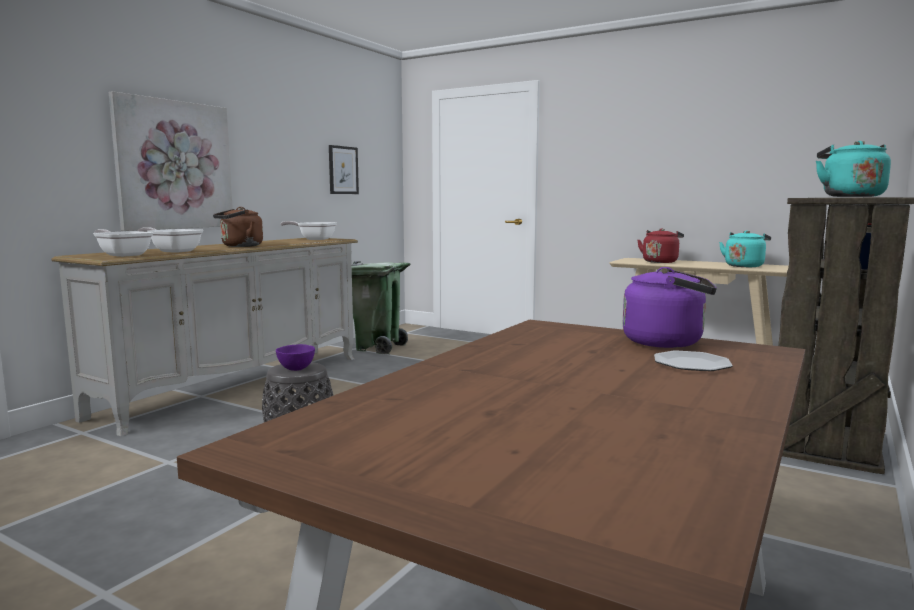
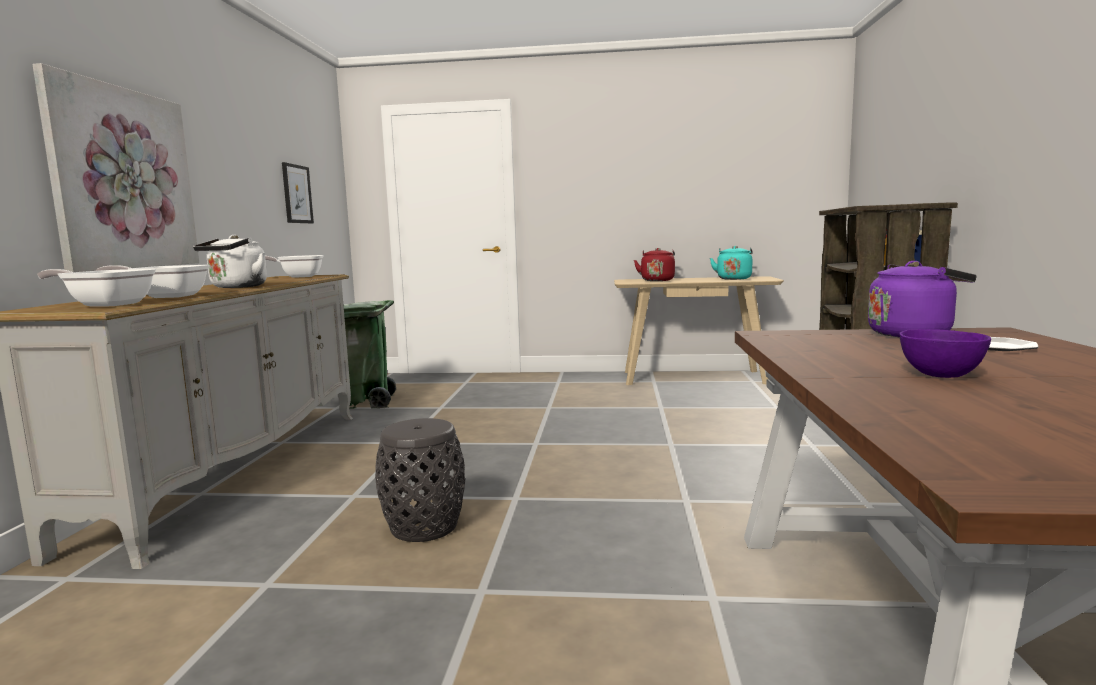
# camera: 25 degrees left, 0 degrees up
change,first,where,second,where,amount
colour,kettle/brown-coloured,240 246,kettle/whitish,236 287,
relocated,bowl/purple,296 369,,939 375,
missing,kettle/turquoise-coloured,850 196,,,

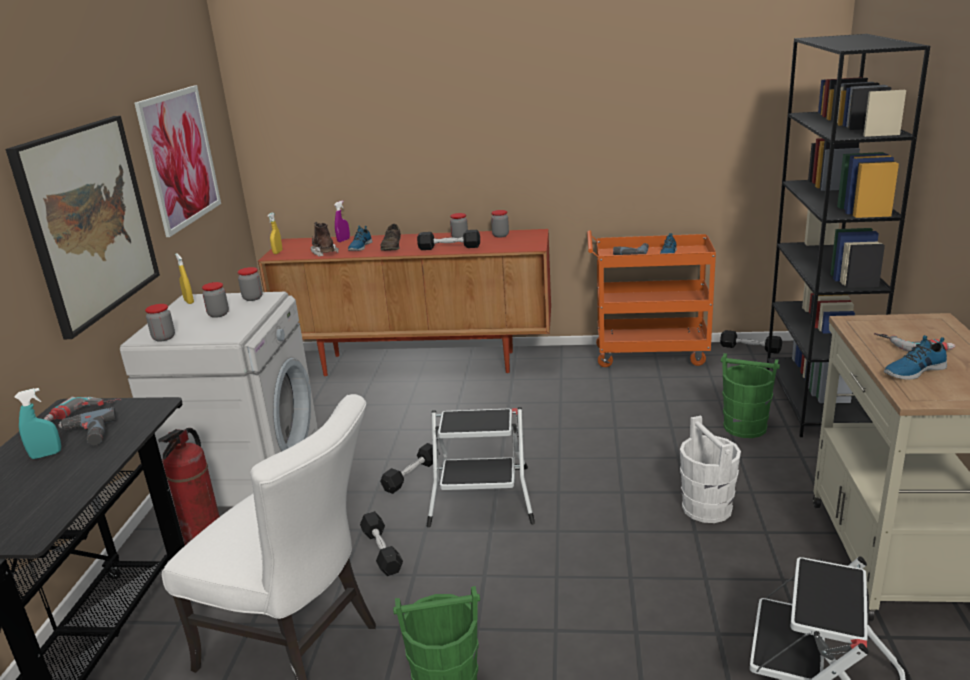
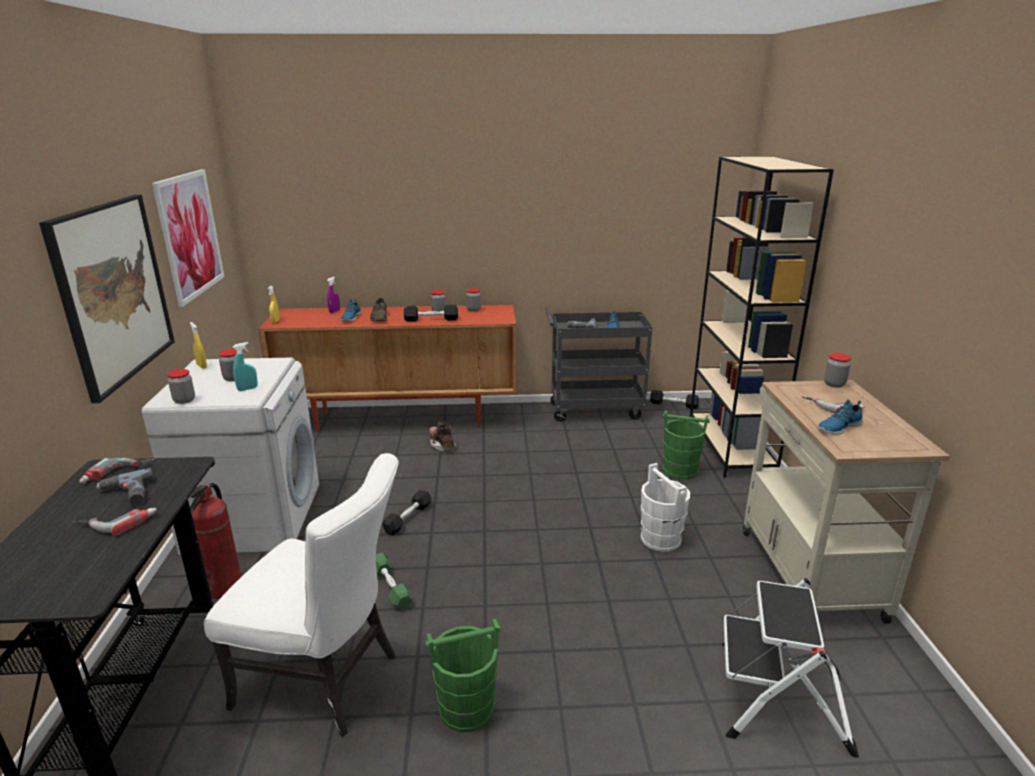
# camera: 10 degrees left, 0 degrees up
change,first,where,second,where,amount
relocated,hand sprayer/turquoise-coloured,46 455,,247 389,
relocated,jar,252 298,,834 384,
relocated,high-top boot/brown-coloured,324 251,,441 444,
colour,free weight/blackish,382 551,free weight/green-coloured,391 588,
missing,step stool,482 497,,,
colour,cart/orange-coloured,647 356,cart/grey,592 412,
colour,bookcase/blackish,816 400,bookcase/beige,731 447,
appeared,,,drill,117 520,

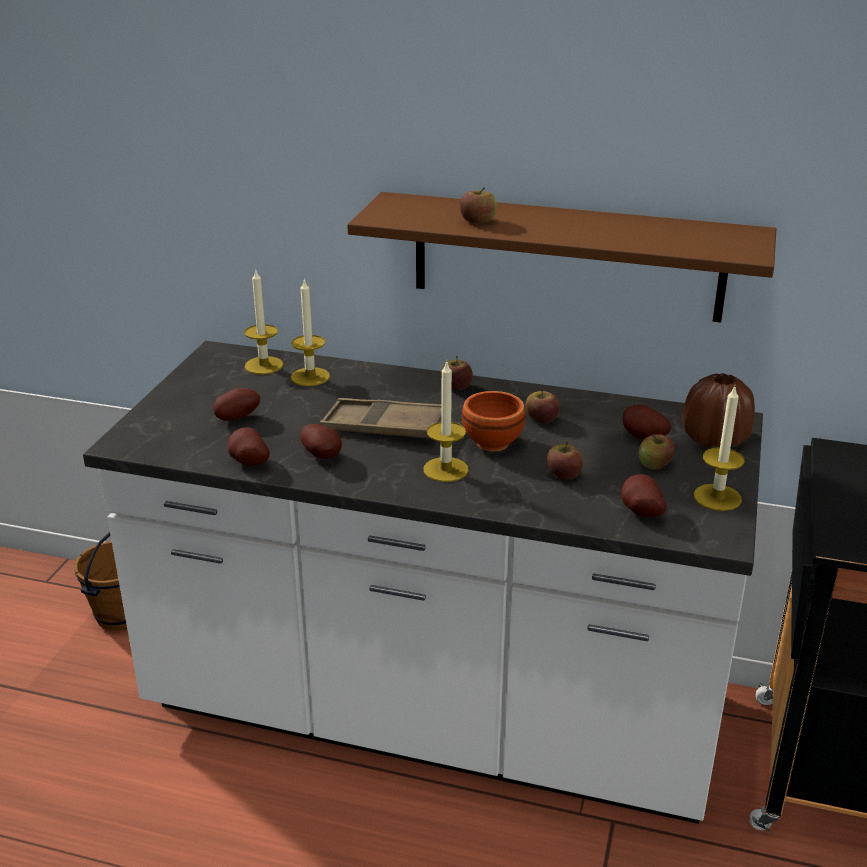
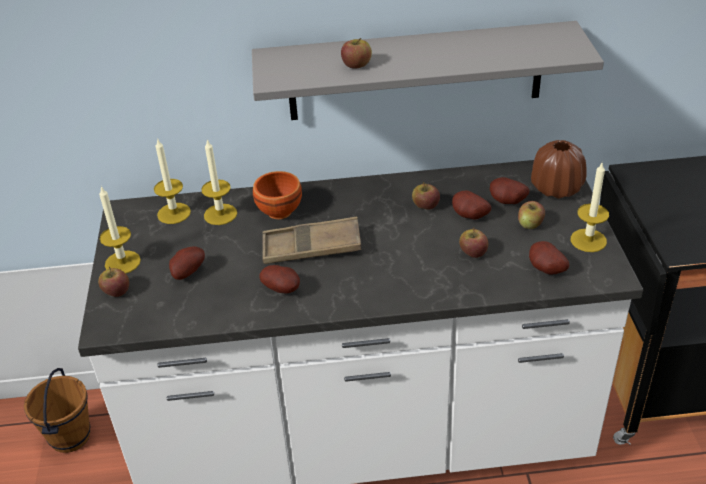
# camera: 20 degrees left, 10 degrees up
change,first,where,second,where,amount
relocated,whole potato,248 463,,469 217,
colour,wall shelf/brown-coloured,567 257,wall shelf/grey,415 71,
relocated,wax candle,446 469,,122 262,
relocated,apple fruit,456 387,,116 292,
relocated,bowl/brown-coloured,494 443,,281 211,

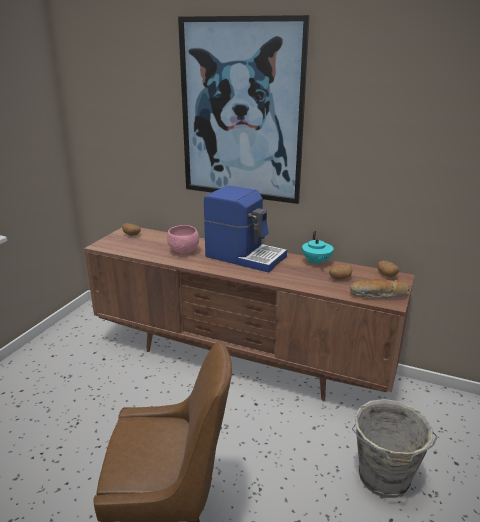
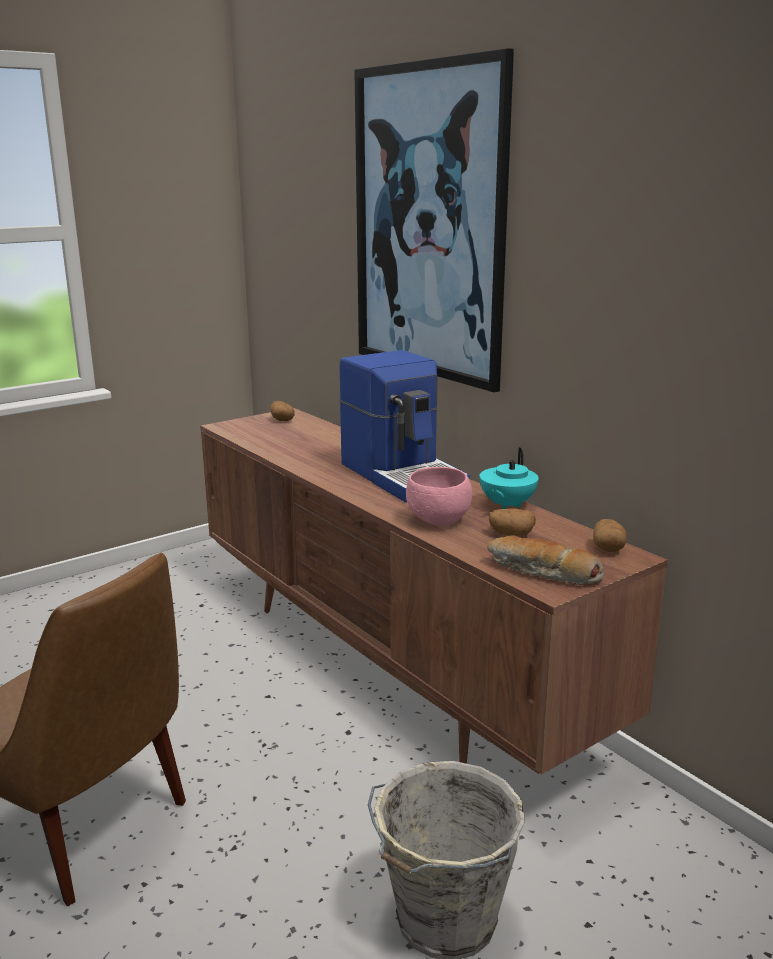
# camera: 30 degrees right, 5 degrees down
change,first,where,second,where,amount
relocated,bowl/pink,184 251,,440 521,

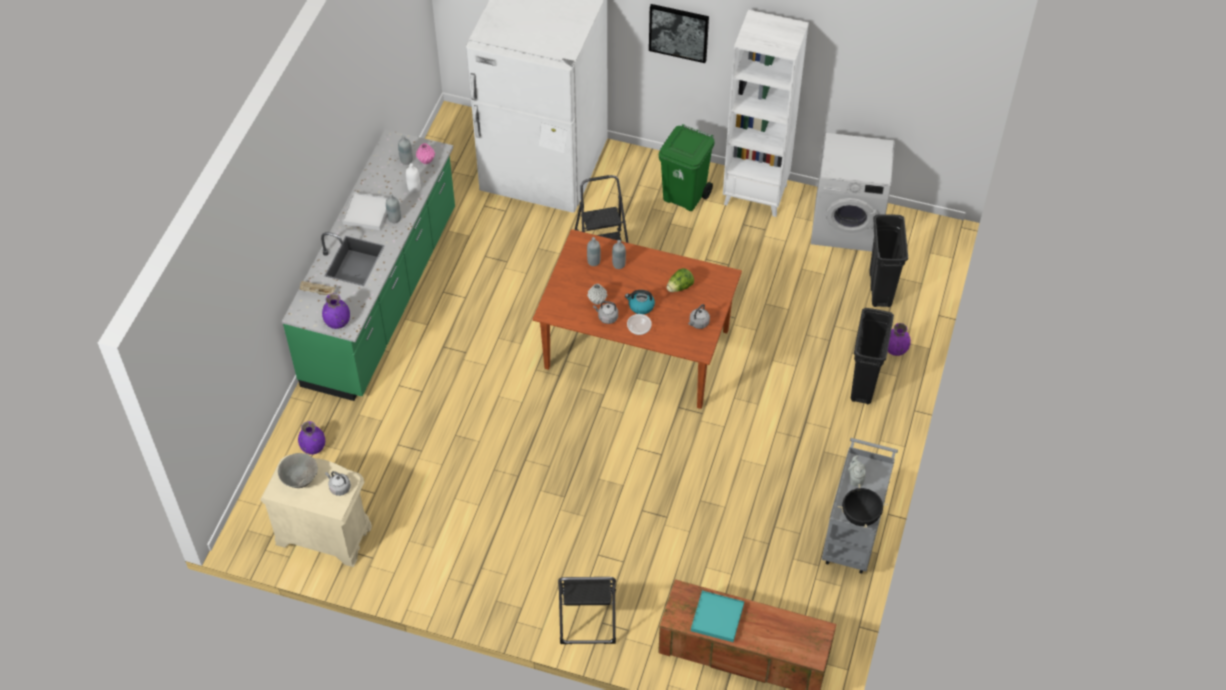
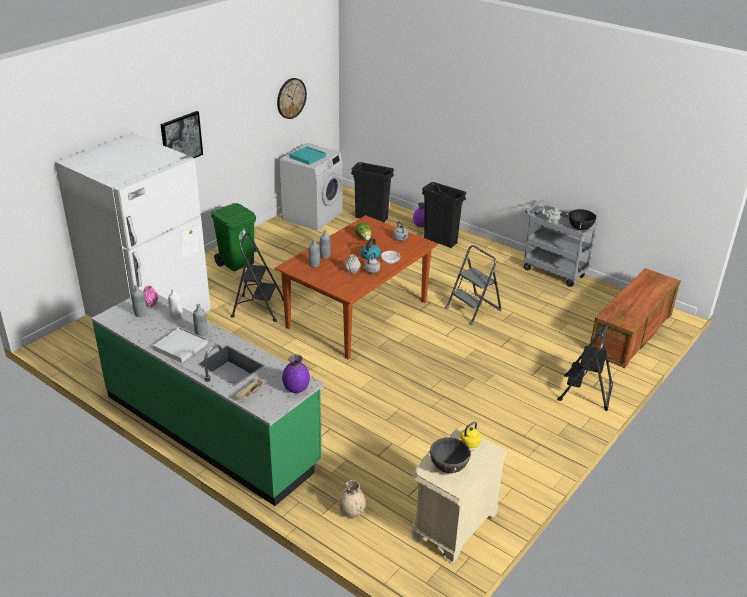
# camera: 70 degrees left, 20 degrees down
change,first,where,second,where,amount
exchanged,bowl/grey,300 479,stockpot/blackish,448 467,
colour,vase/purple,313 447,vase/beige,352 512,
colour,kettle/grey,339 487,kettle/yellow-coloured,468 444,
relocated,carrying tray/turquoise-coloured,717 617,,307 157,
missing,bookcase/whitish,756 194,,,
appeared,,,clock on the wall,291 98,
appeared,,,step stool/grey,475 308,

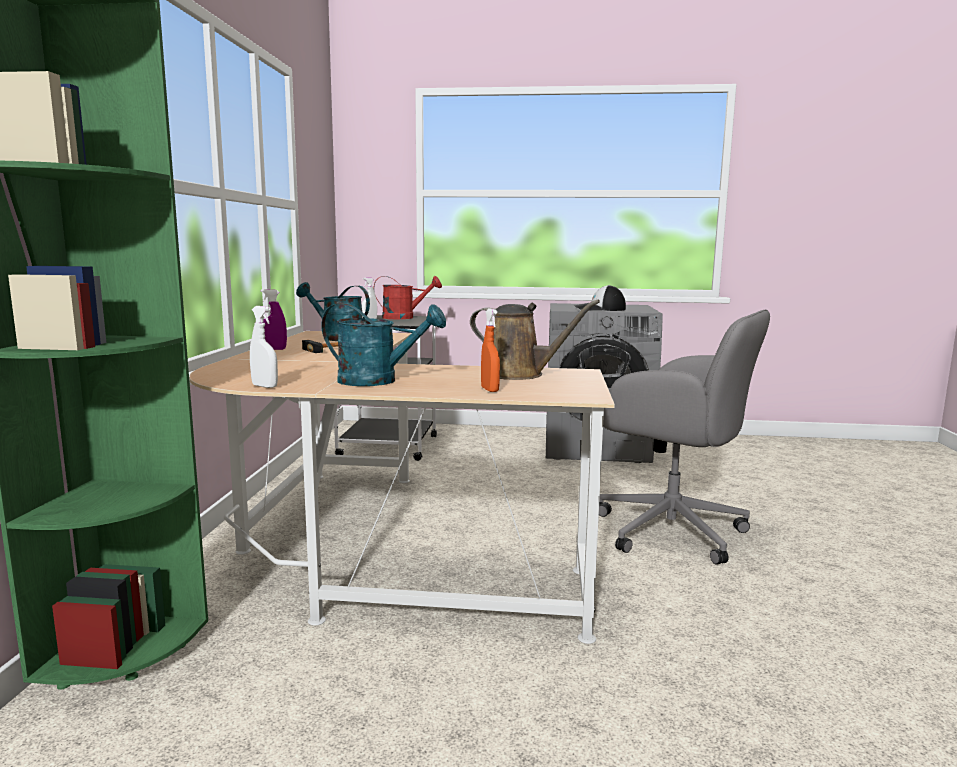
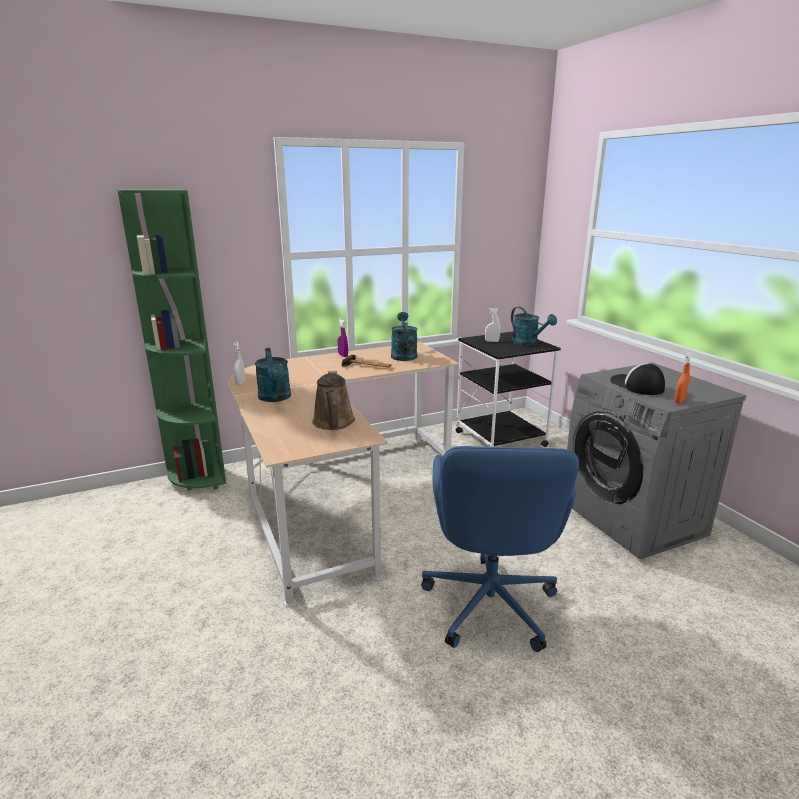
# camera: 60 degrees right, 10 degrees up
change,first,where,second,where,amount
colour,sprinkling can/red-coloured,404 317,sprinkling can/turquoise-coloured,528 343,
relocated,hand sprayer/orange-coloured,489 390,,679 401,
colour,office chair/grey,670 531,office chair/blue,489 604,

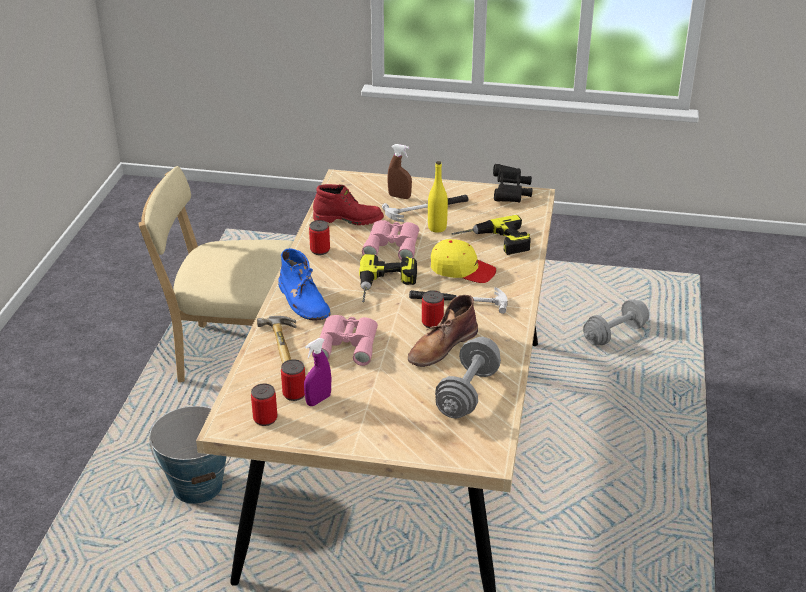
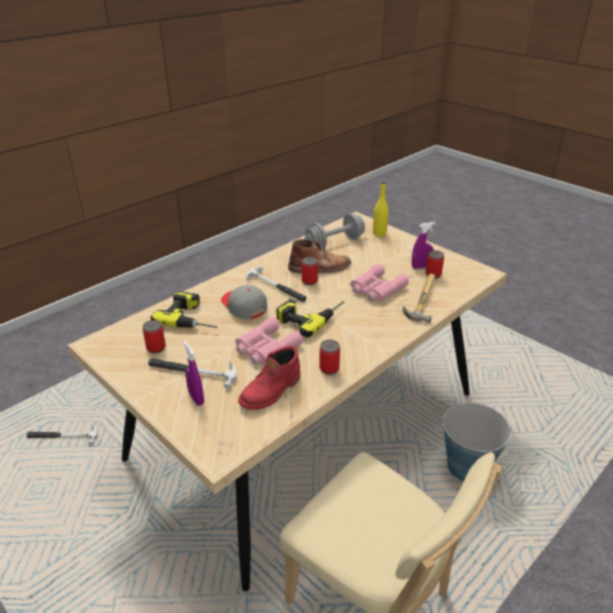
# camera: 145 degrees left, 0 degrees up
change,first,where,second,where,amount
relocated,metal can,265 419,,156 348,
missing,high-top boot/blue,303 300,,,
spun,high-top boot/red-coloured,348 219,,271 392,90 degrees counterclockwise
colour,hand sprayer/brown-coloured,399 196,hand sprayer/purple,196 398,
relocated,beverage bottle/yellow-coloured,437 228,,379 233,
colour,peaked cap/yellow-coloured,462 269,peaked cap/grey,243 306,
missing,binoculars/blackish,511 193,,,
exchanged,free weight/grey,614 334,hammer,63 436,

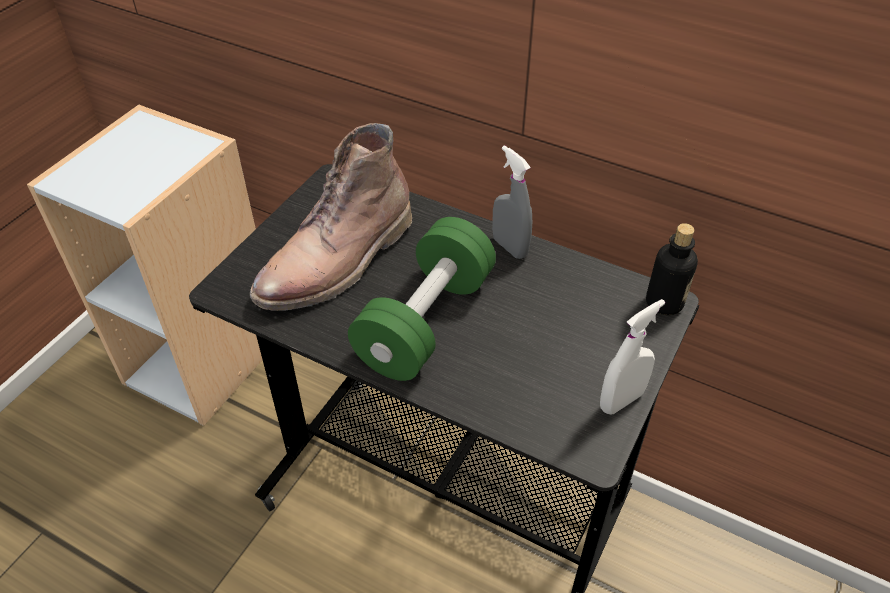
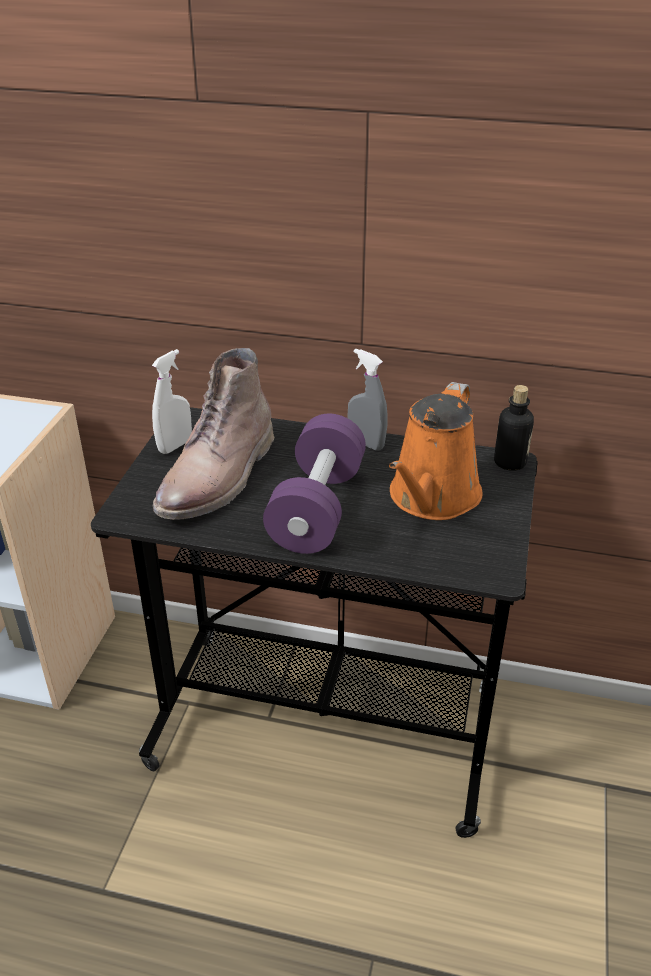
# camera: 15 degrees left, 10 degrees down
change,first,where,second,where,amount
colour,free weight/green-coloured,425 322,free weight/purple,317 508,
relocated,hand sprayer/whitish,621 400,,175 446,
appeared,,,sprinkling can/orange-coloured,432 498,

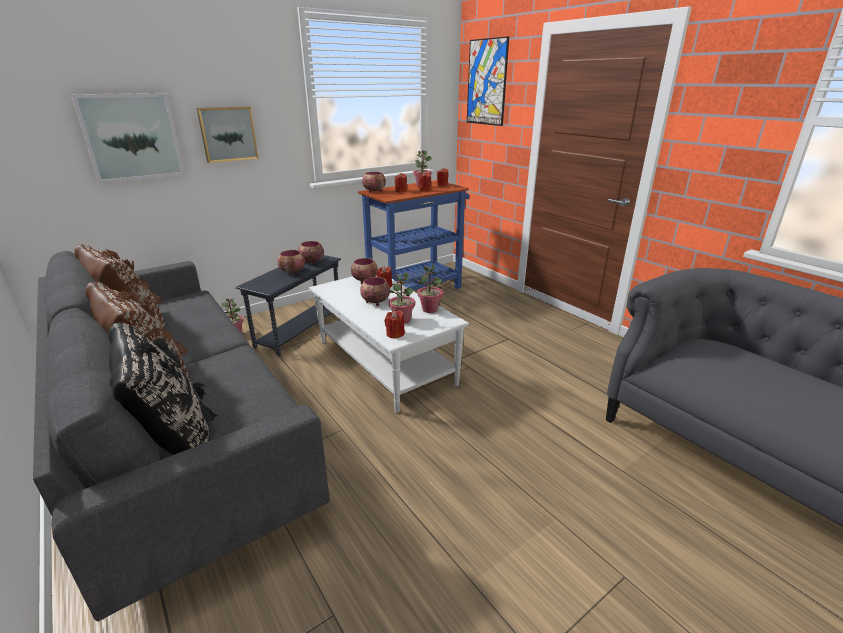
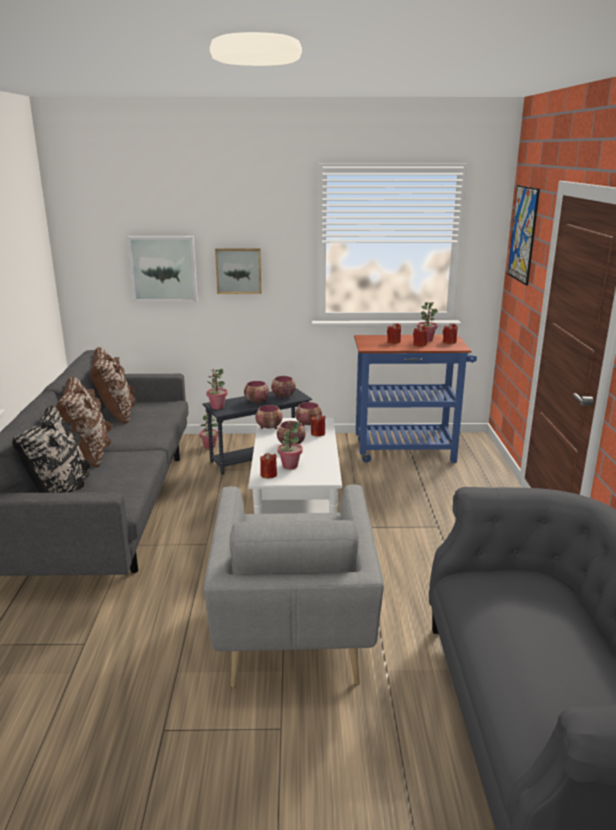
# camera: 35 degrees right, 5 degrees down
change,first,where,second,where,amount
relocated,bowl,375 191,,269 427,
relocated,potted plant,429 309,,217 407,
appeared,,,armchair/grey,293 638,

